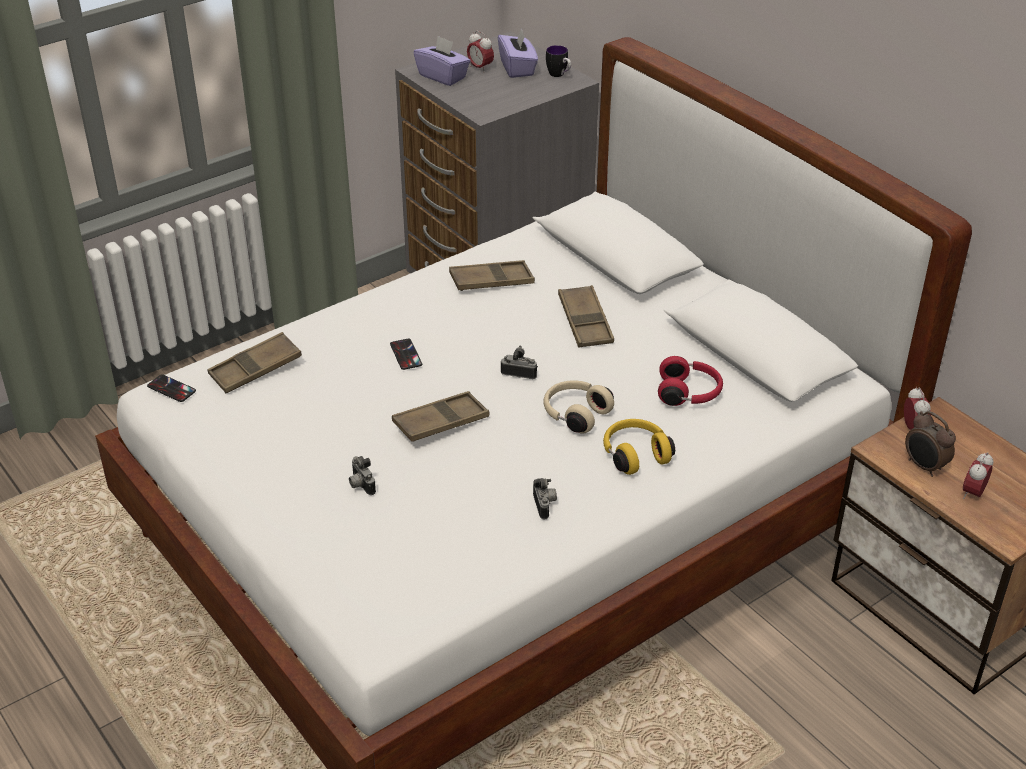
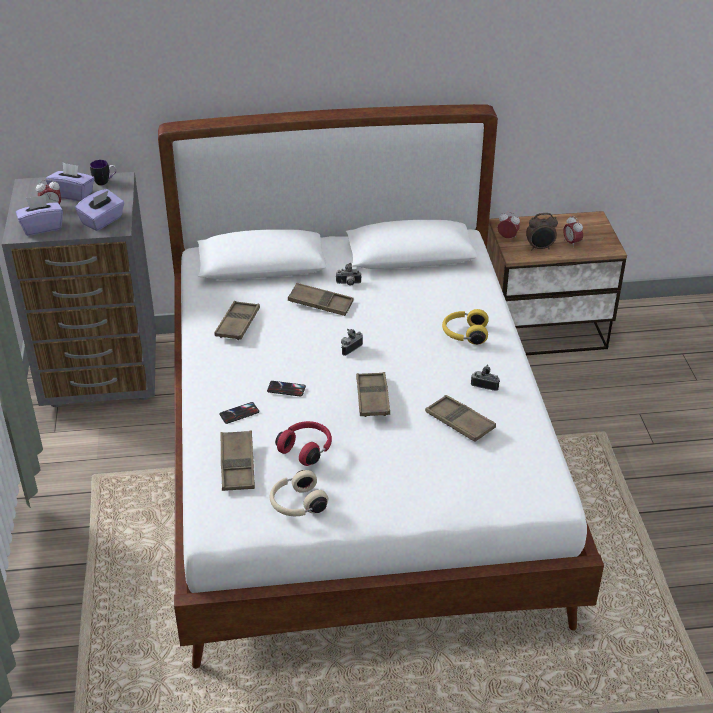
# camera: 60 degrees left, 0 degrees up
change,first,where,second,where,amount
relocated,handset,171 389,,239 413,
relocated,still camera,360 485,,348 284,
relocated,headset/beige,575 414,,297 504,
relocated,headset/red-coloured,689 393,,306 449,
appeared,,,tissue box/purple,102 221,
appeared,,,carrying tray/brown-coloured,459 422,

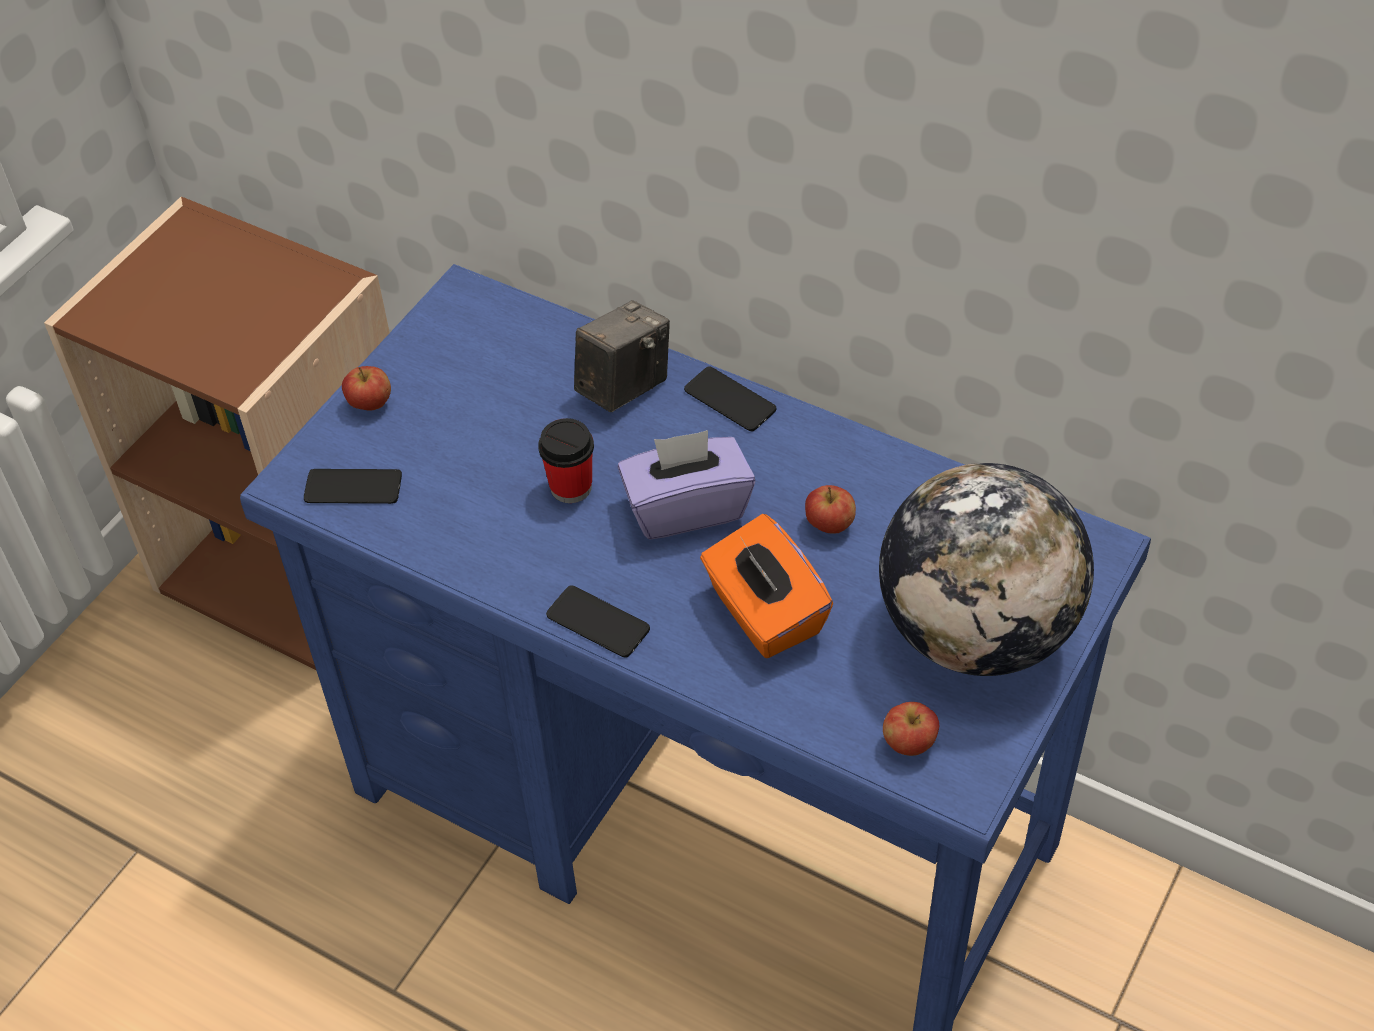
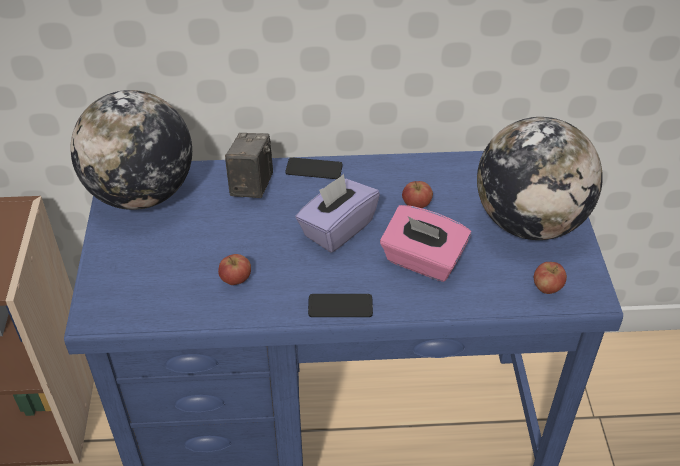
# camera: 35 degrees left, 5 degrees down
change,first,where,second,where,amount
missing,handset,353 487,,,
relocated,apple fruit,370 404,,236 280,
missing,cup,571 487,,,
colour,tissue box/orange-coloured,764 613,tissue box/pink,422 261,
appeared,,,globe,142 194,

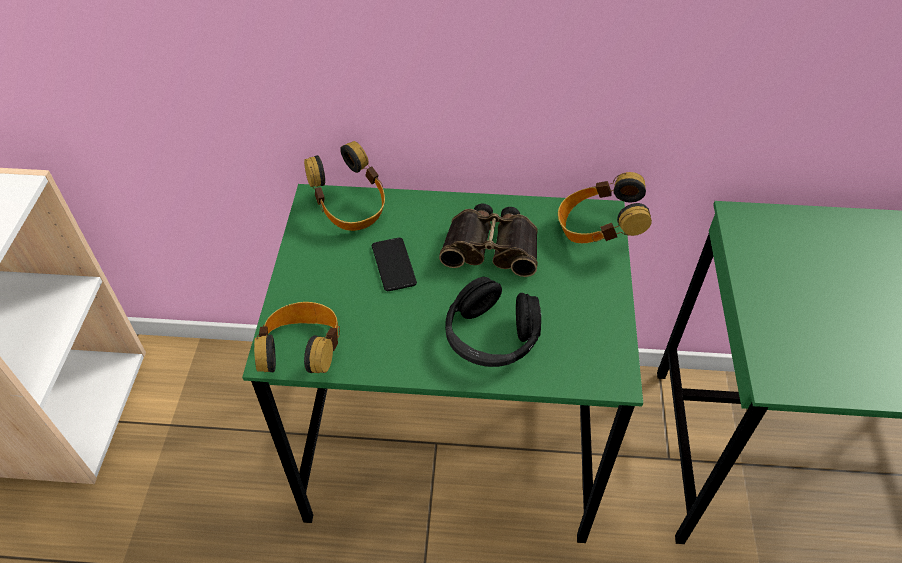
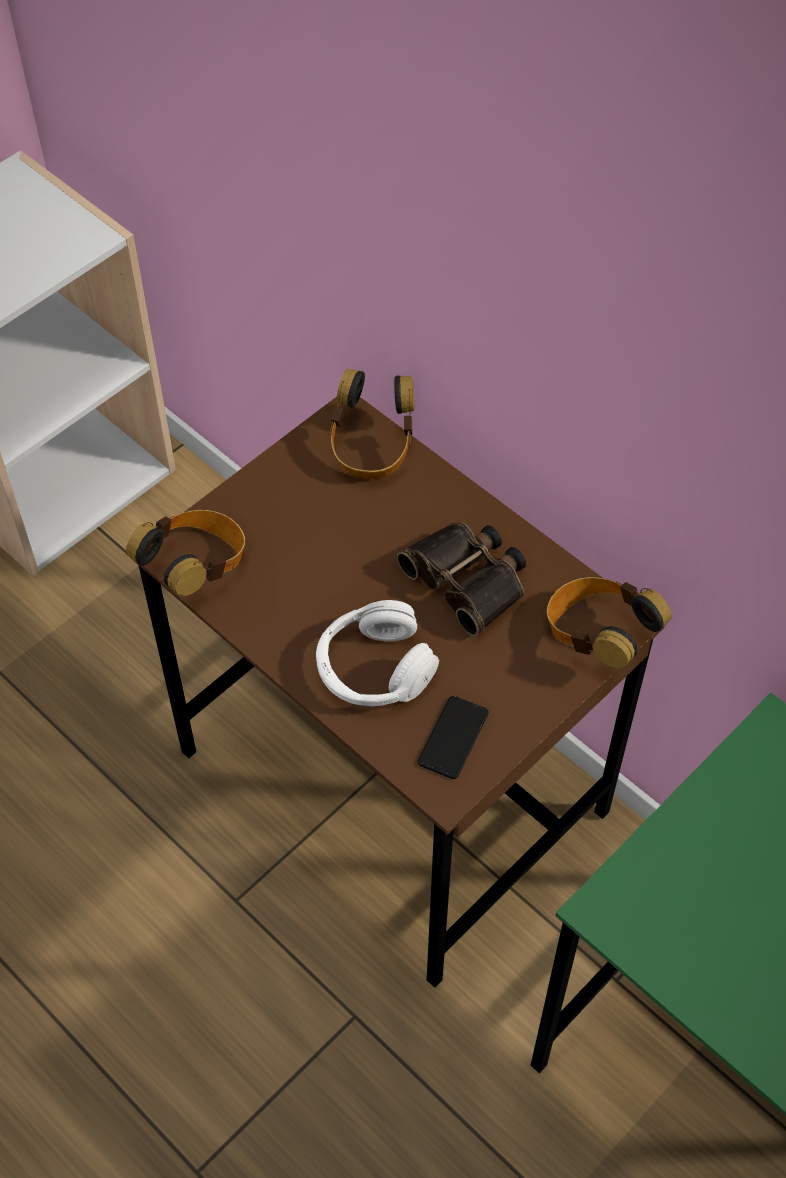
# camera: 40 degrees right, 5 degrees up
change,first,where,second,where,amount
colour,desk table/green-coloured,452 442,desk table/brown-coloured,395 783,
relocated,handset,393 265,,453 738,
colour,headset/blackish,491 336,headset/whitish,373 668,

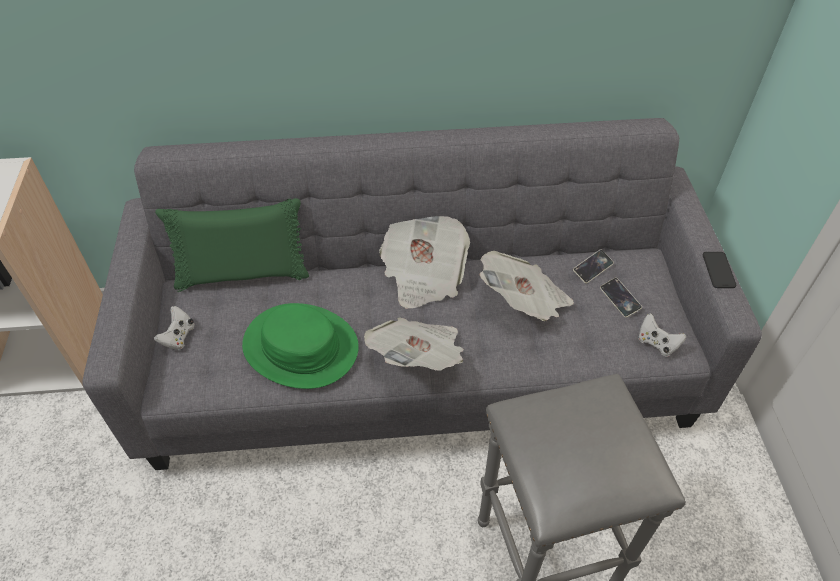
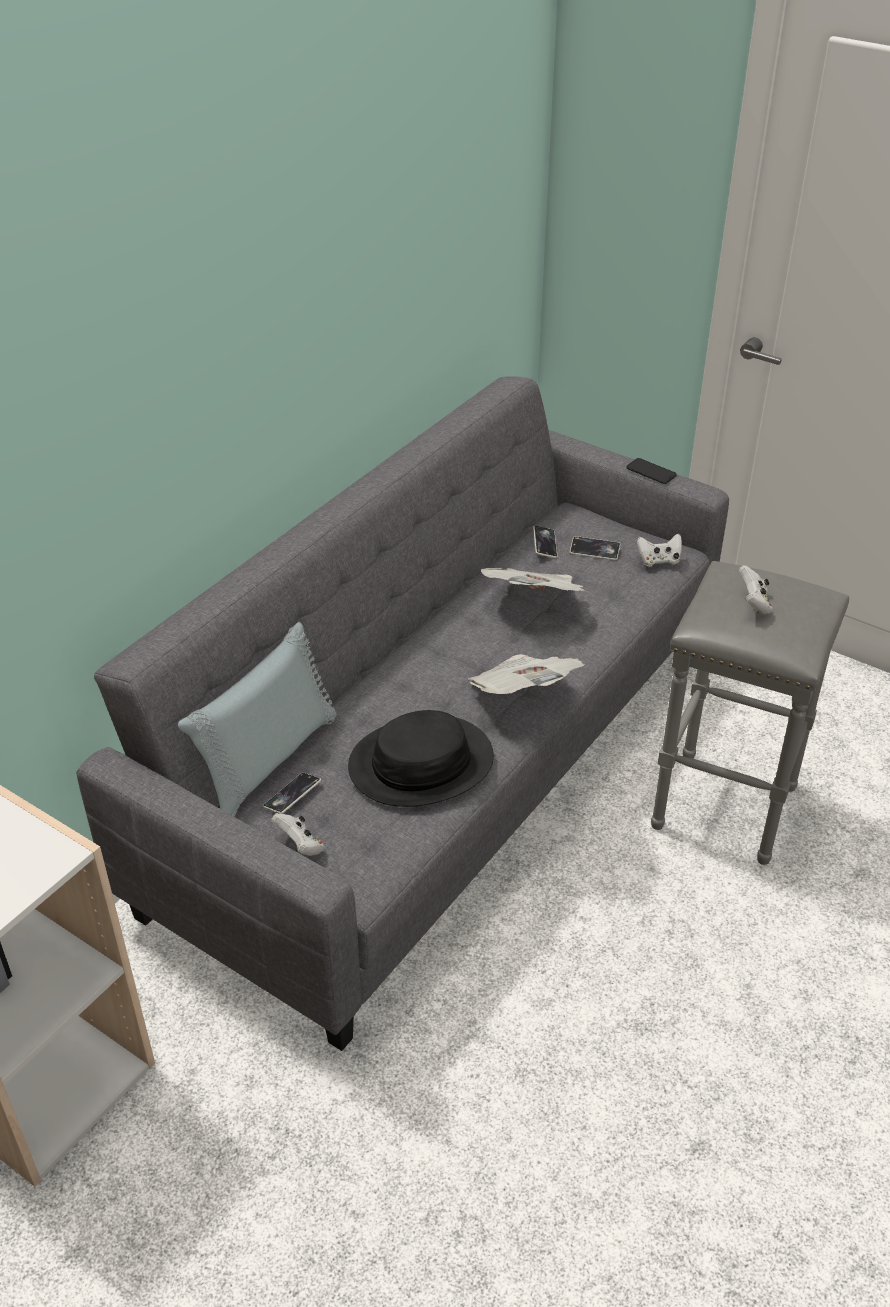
# camera: 50 degrees left, 10 degrees down
change,first,where,second,where,amount
colour,pillow/green-coloured,243 273,pillow/blue,268 759,
colour,hat/green-coloured,300 347,hat/blackish,421 763,
missing,daily paper,423 274,,,
appeared,,,handset,292 796,
appeared,,,game controller/whitish,754 603,

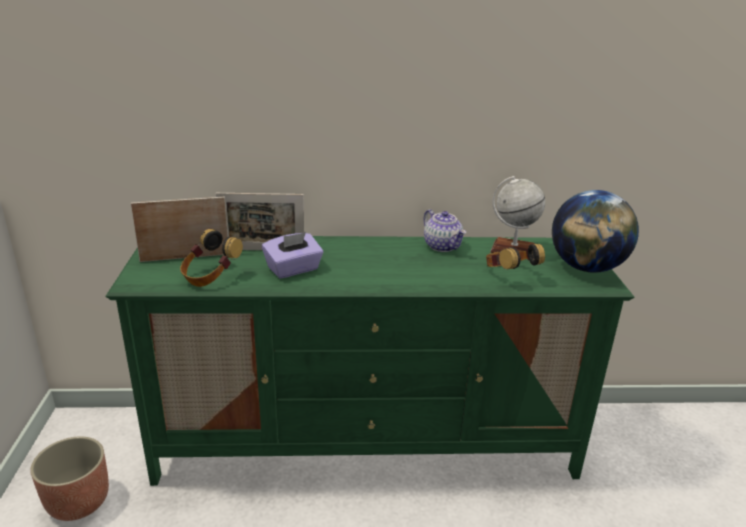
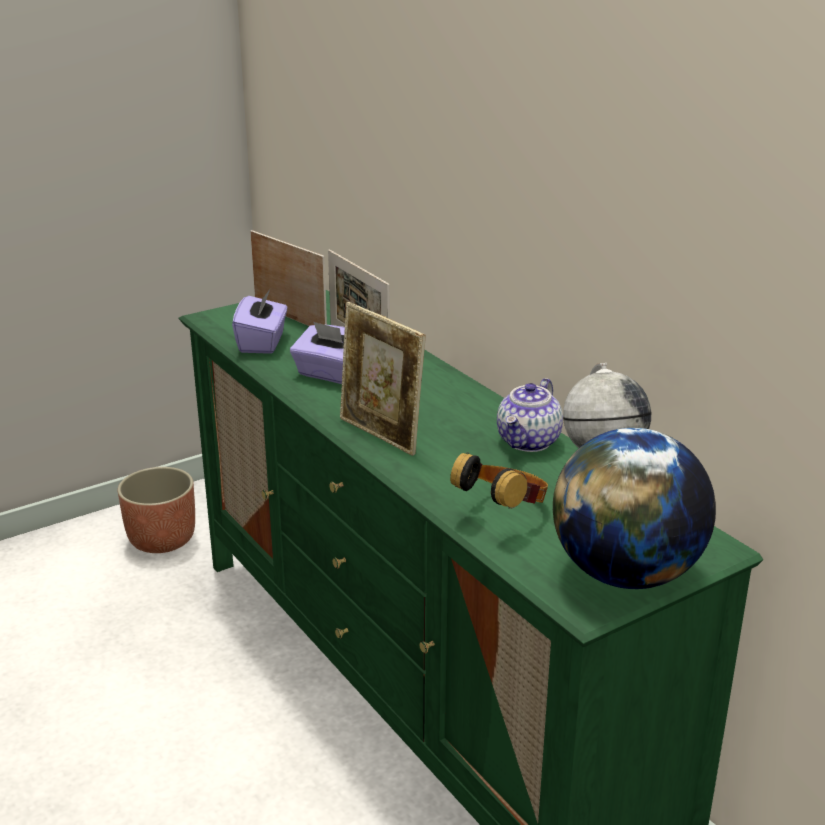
# camera: 60 degrees right, 0 degrees up
change,first,where,second,where,amount
exchanged,headset,210 277,tissue box/purple,262 343,
appeared,,,standing frame,381 435,

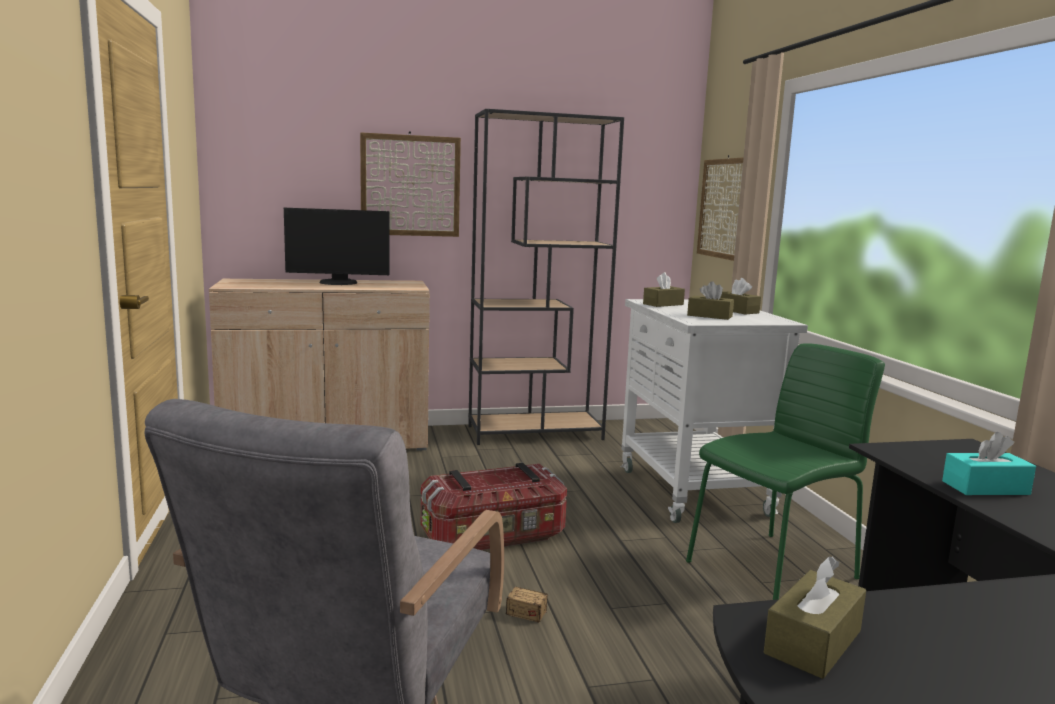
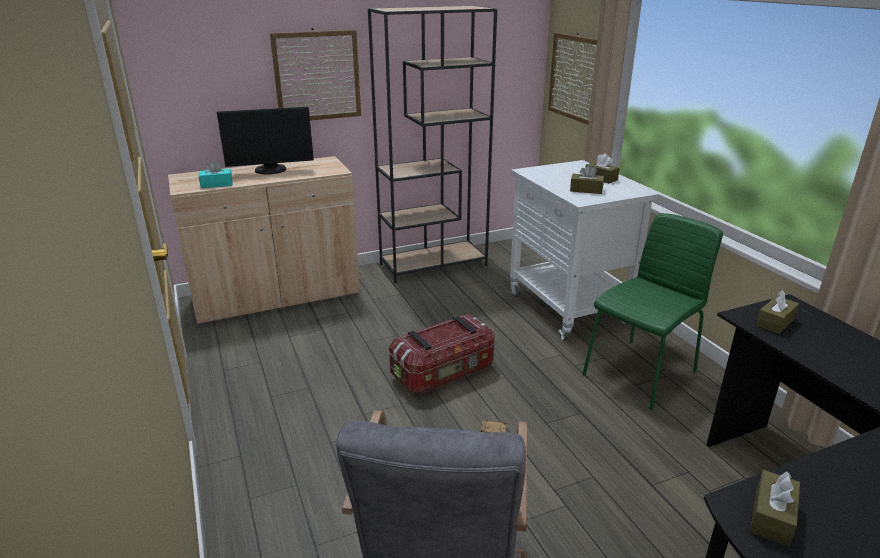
# camera: 10 degrees left, 15 degrees up
change,first,where,second,where,amount
relocated,tissue box/brown-coloured,663 304,,775 322,
relocated,tissue box/turquoise-coloured,985 488,,216 184,

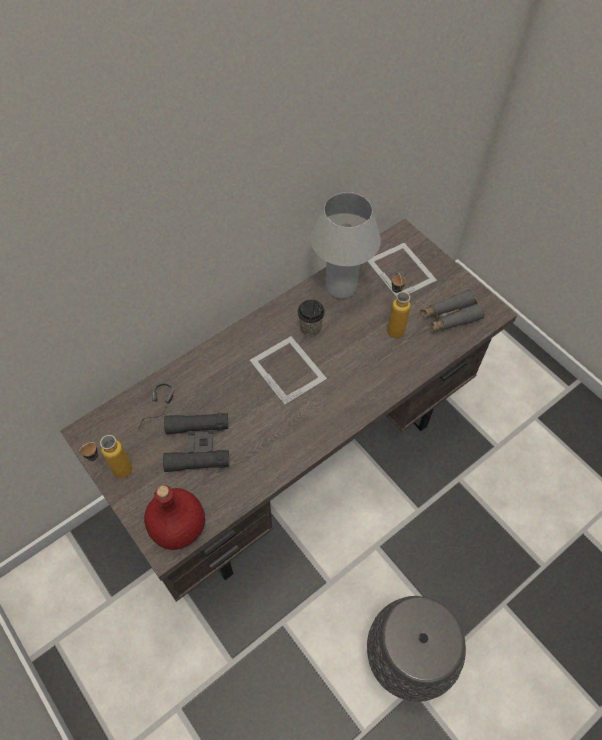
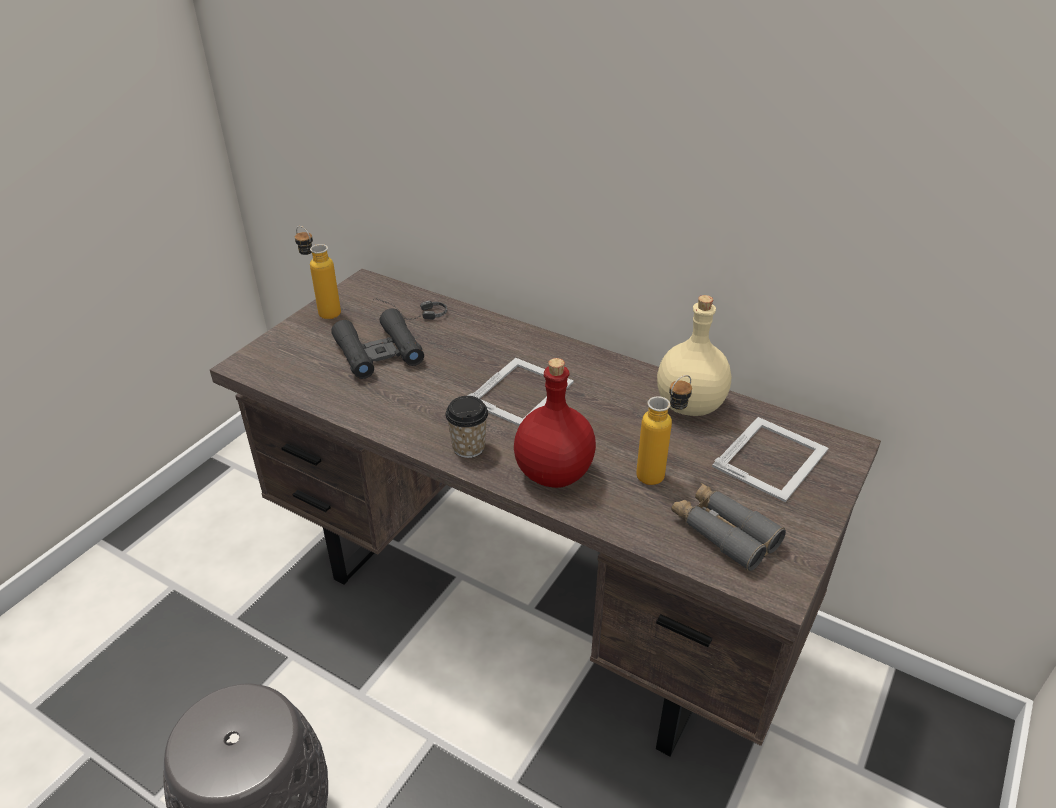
# camera: 70 degrees right, 20 degrees down
change,first,where,second,where,amount
relocated,beverage bottle/red-coloured,179 528,,552 474,
relocated,cup,310 328,,468 447,
exchanged,table lamp/whitish,341 287,beverage bottle/beige,689 406,

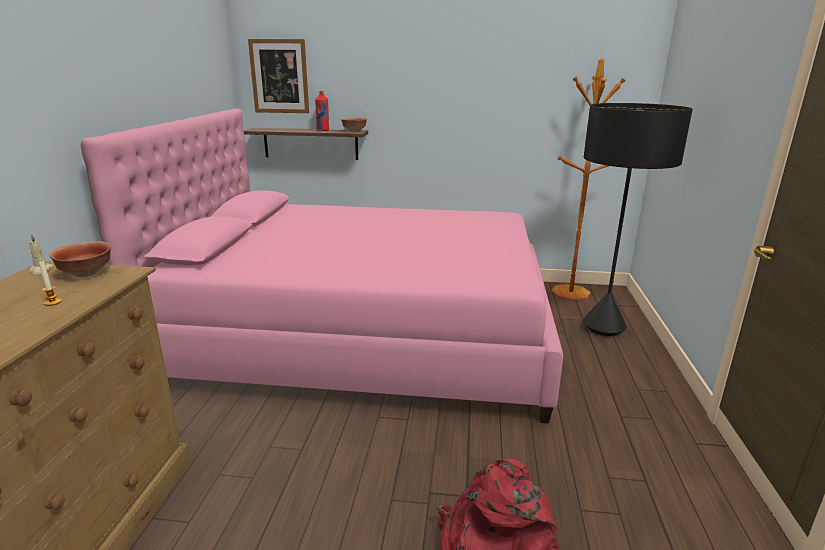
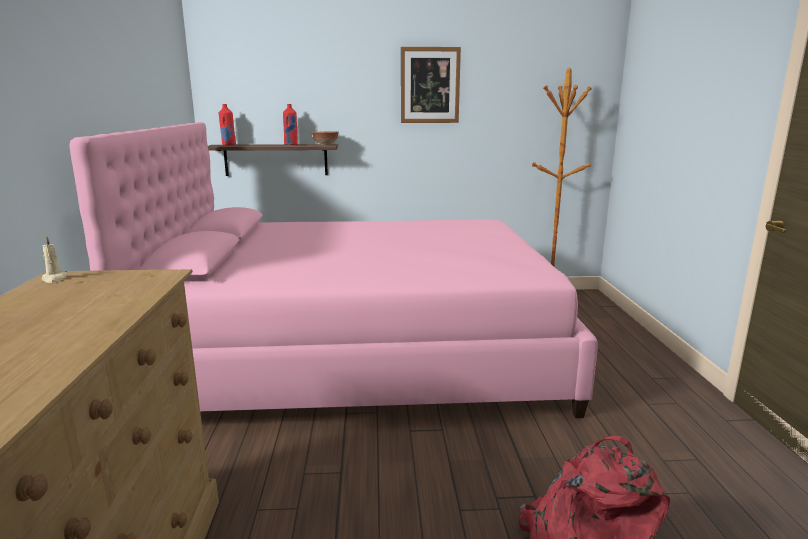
# camera: 10 degrees left, 5 degrees down
change,first,where,second,where,amount
missing,wax candle,52 302,,,
missing,bowl,87 273,,,
relocated,wall art,279 76,,430 85,
missing,standing lamp/blackish,603 328,,,
appeared,,,beverage bottle/red-coloured,228 145,

